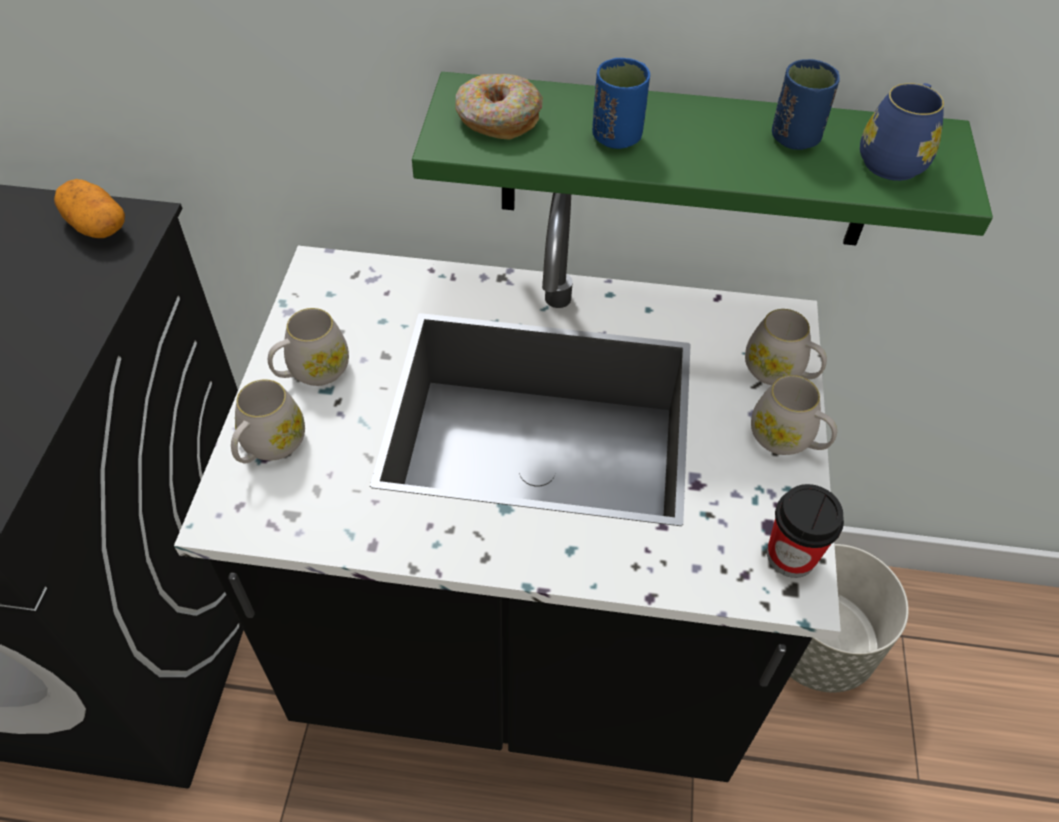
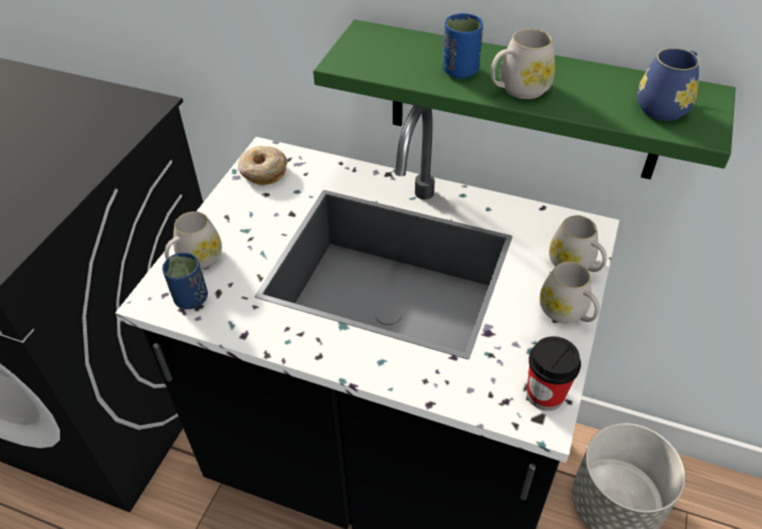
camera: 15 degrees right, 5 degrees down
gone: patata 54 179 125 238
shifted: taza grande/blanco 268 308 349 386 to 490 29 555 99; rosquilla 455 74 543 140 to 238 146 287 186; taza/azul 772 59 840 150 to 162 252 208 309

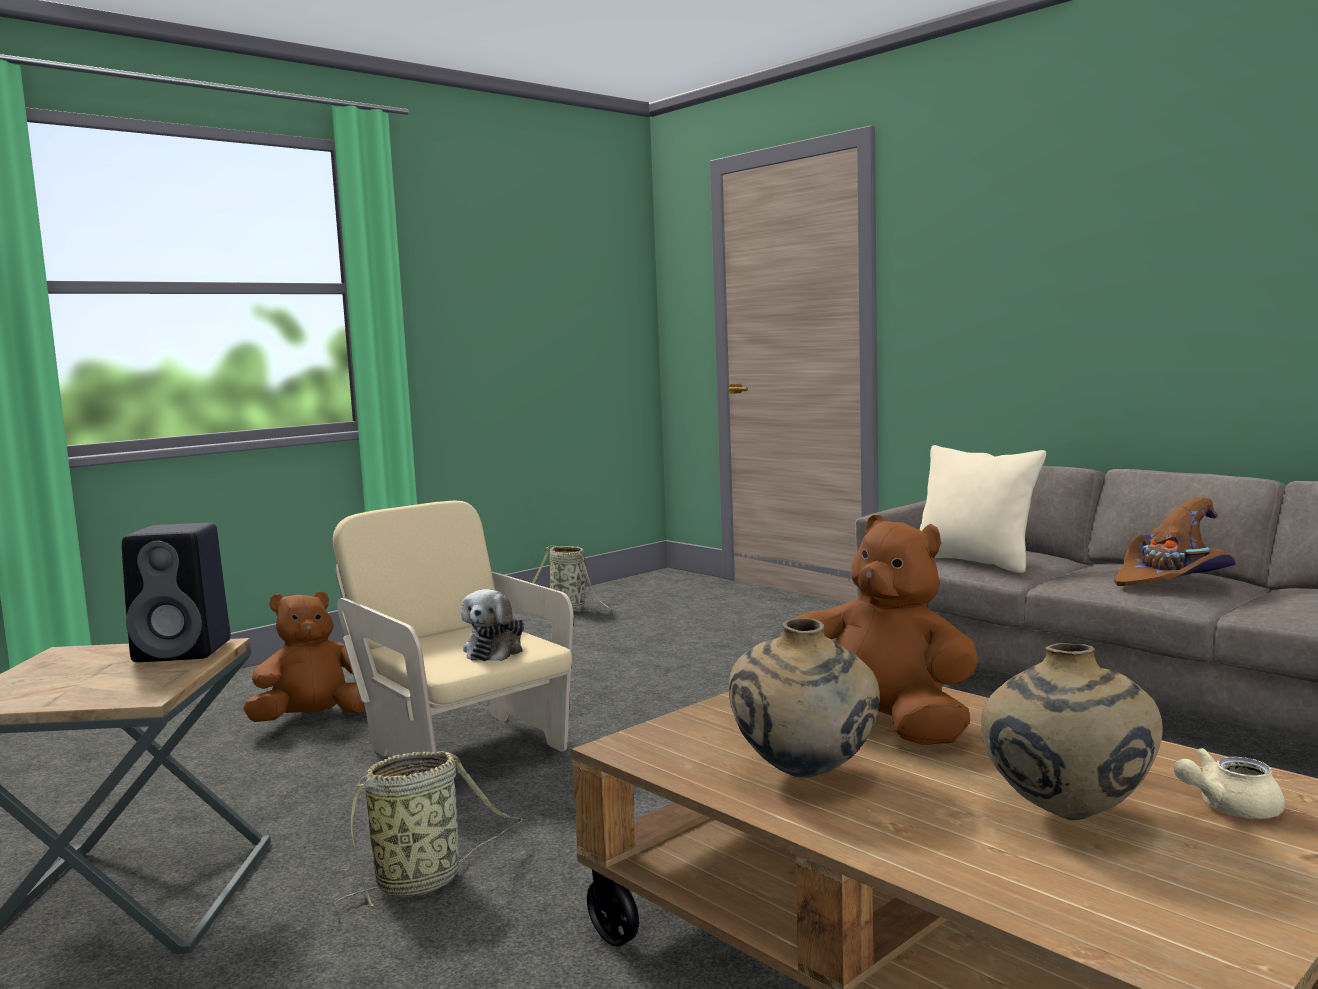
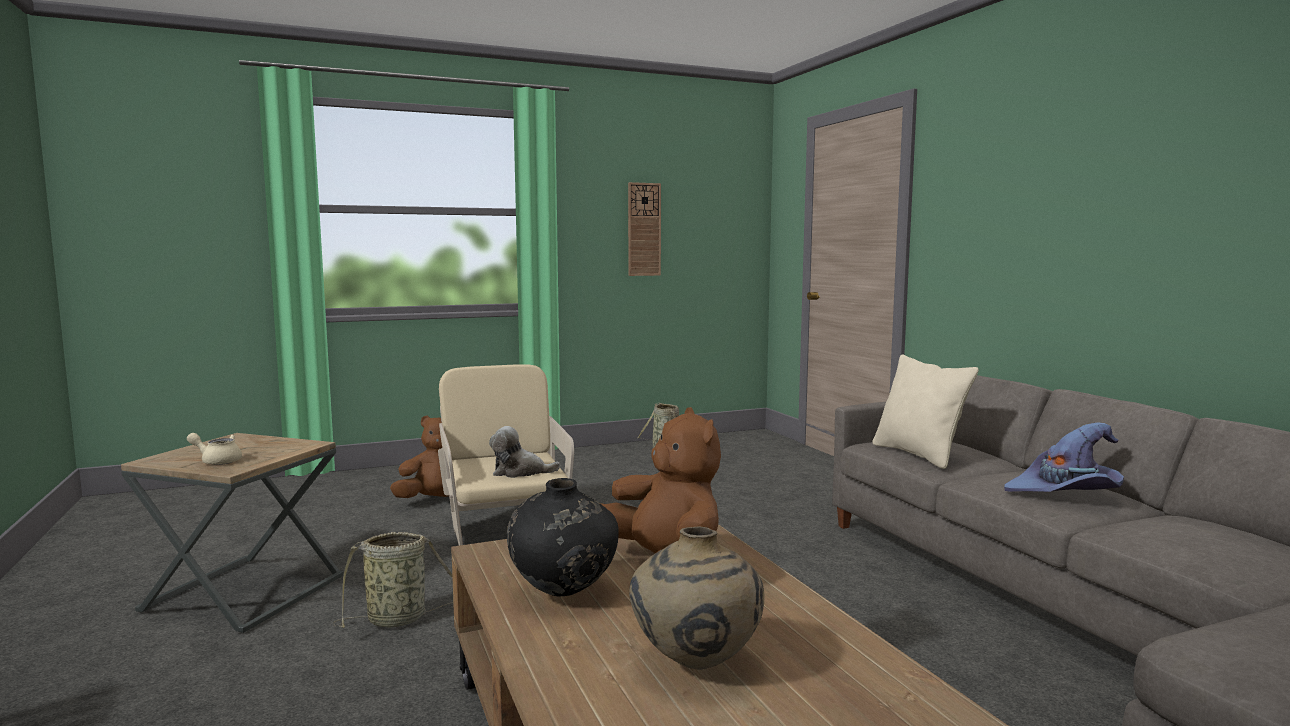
camera: 20 degrees right, 0 degrees up
gone: altavoz/negro 122 523 231 662
new: reloj de pared 628 182 661 276
shifted: tetera/beis 1174 748 1285 819 to 187 433 242 465
repainted: florero/beis 729 618 880 778 to florero/negro 507 478 619 597; sombrero/marrón 1114 497 1236 586 to sombrero/morado 1004 422 1124 492
rotated: peluche 461 589 524 661 = 489 426 560 478 60 degrees clockwise

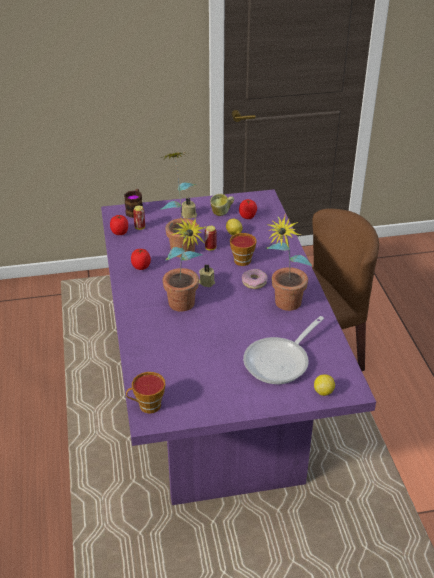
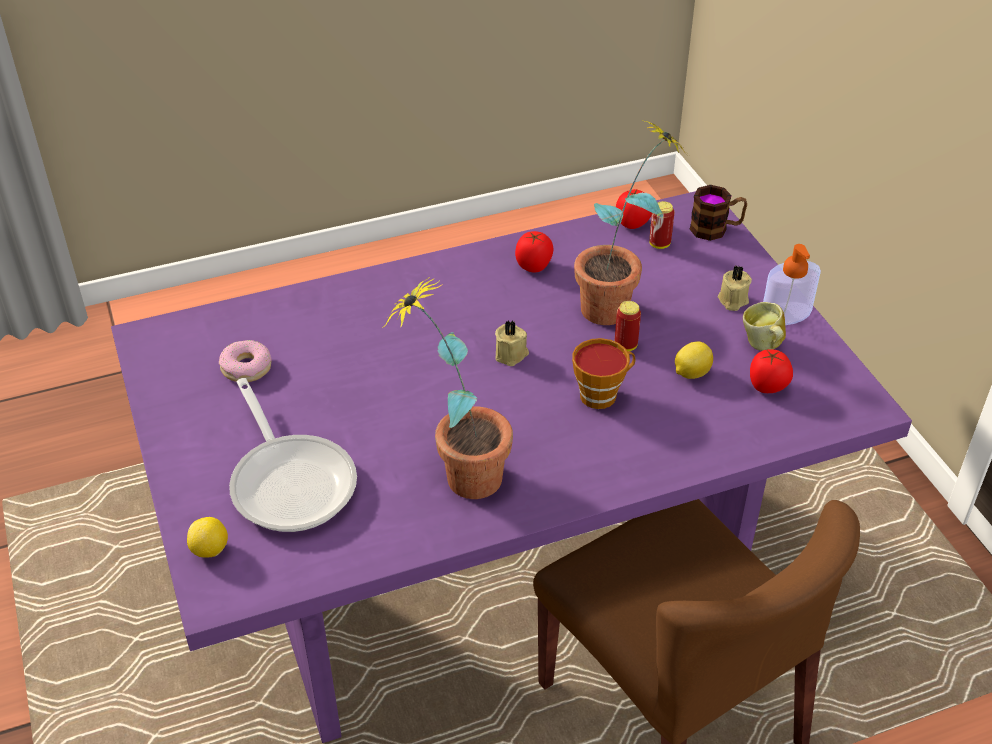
camera: 80 degrees right, 5 degrees up
gone: taza 126 372 165 414; planta en maceta 163 217 207 312
new: dispensador de jabón 763 244 821 325
shifted: rosquilla 242 269 267 289 to 219 340 272 382
rotated: sartén 243 316 324 384 = 229 378 357 532 150 degrees counterclockwise

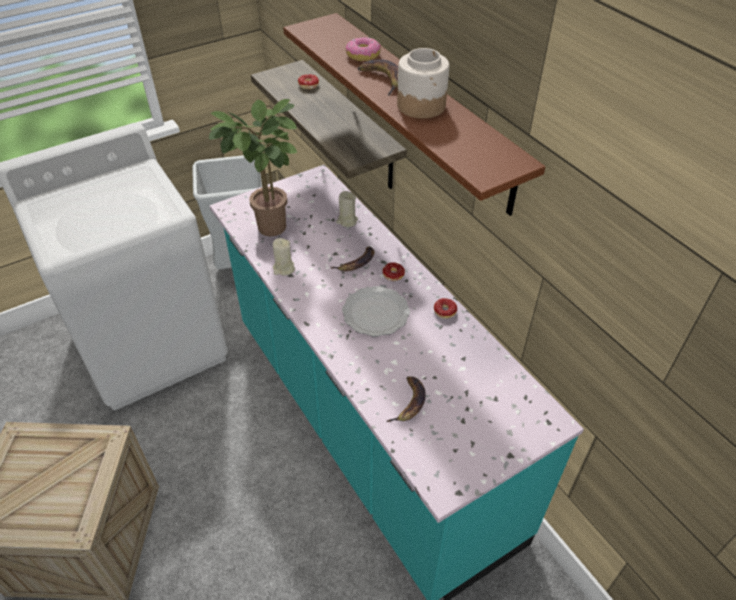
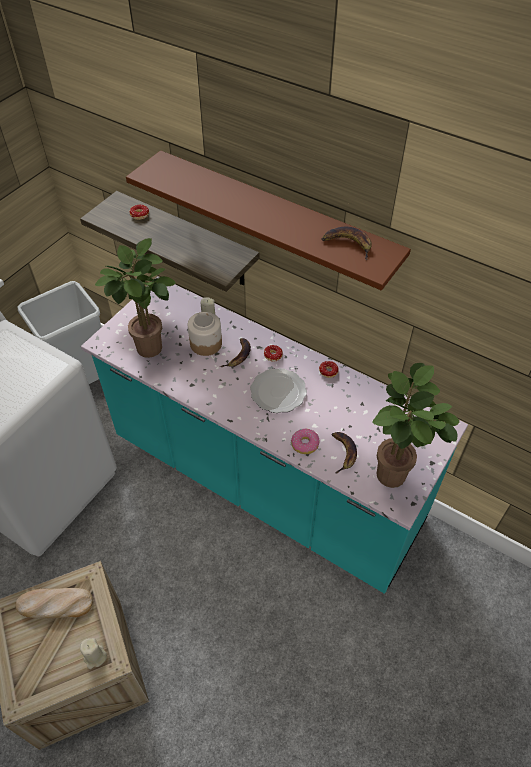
camera: 25 degrees left, 5 degrees up
new: pan 15 588 93 619; planta en maceta 372 363 460 488
shifted: vela/beis 273 238 295 276 to 80 638 107 669; rosquilla 346 37 381 61 to 291 429 319 454; plátano 358 59 398 96 to 322 226 372 260; tarro 397 48 449 119 to 188 312 222 356

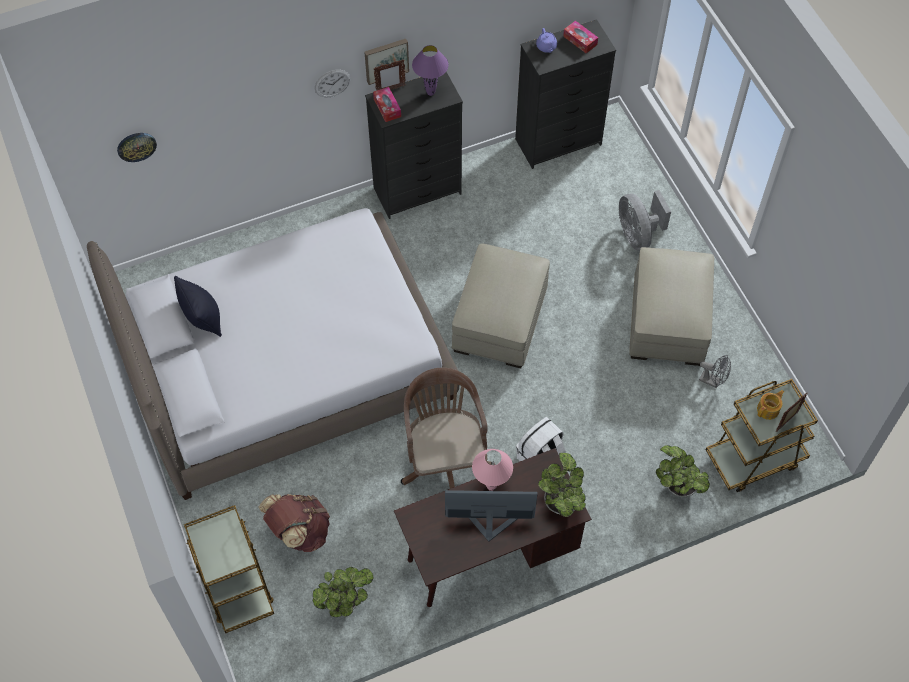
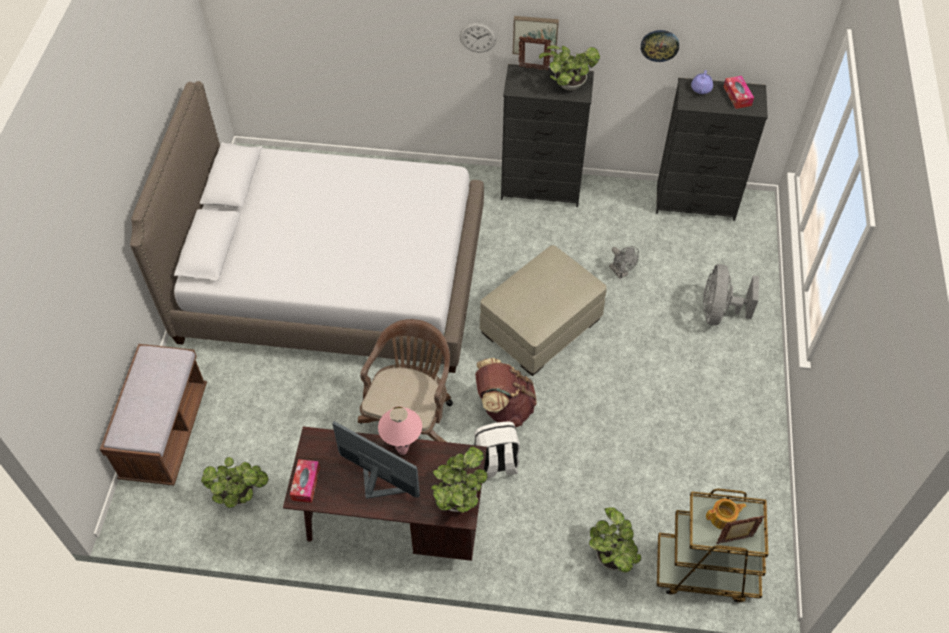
camera: 30 degrees right, 5 degrees down
gone: cojín/negro 174 276 222 337; puf/beis 629 247 714 366
shifted: reloj de pared 117 133 157 162 to 641 30 679 62; mochila/marrón 259 494 330 552 to 475 358 537 427; caja de pañuelos 373 87 401 122 to 290 459 320 503; ventilador/gris 699 355 731 388 to 609 246 639 279
swapped: carrito/marrón 184 505 274 633 to banco/marrón 100 344 207 486; lámpara de mesa/morado 412 45 449 96 to planta en maceta 539 45 600 91

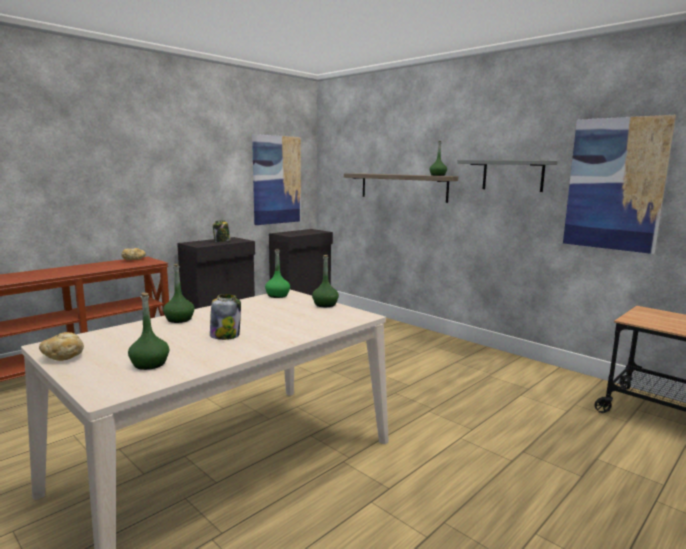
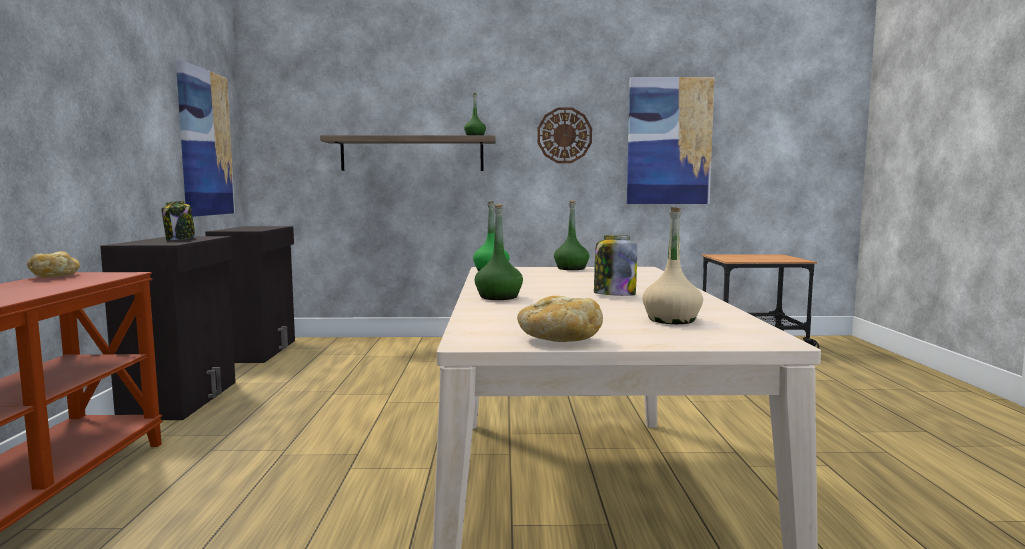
camera: 45 degrees left, 5 degrees down
swapped: estante/gris 457 160 557 192 to reloj de pared 537 107 592 163
repainted: botella/verde 128 293 169 370 to botella/beis 642 207 703 324

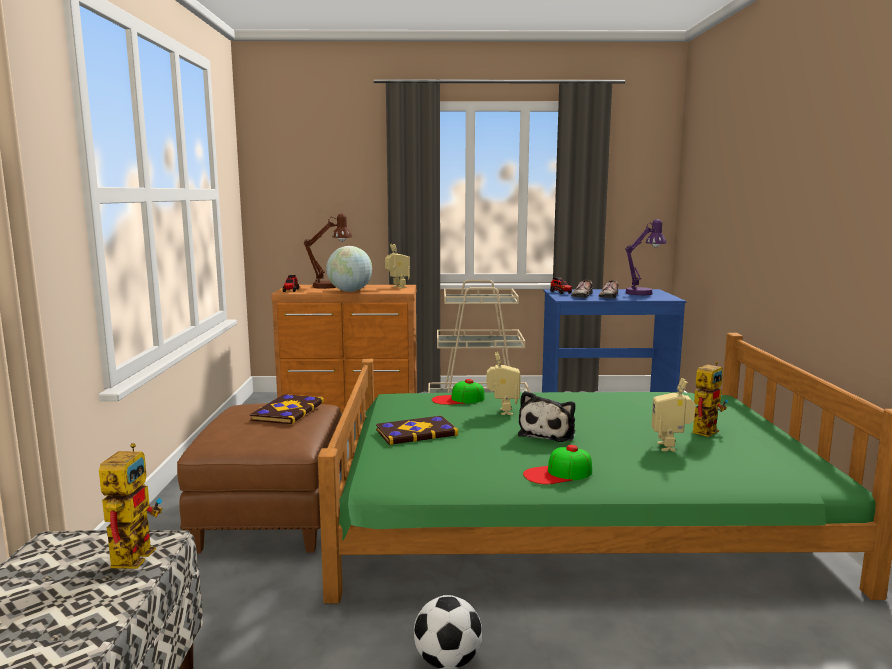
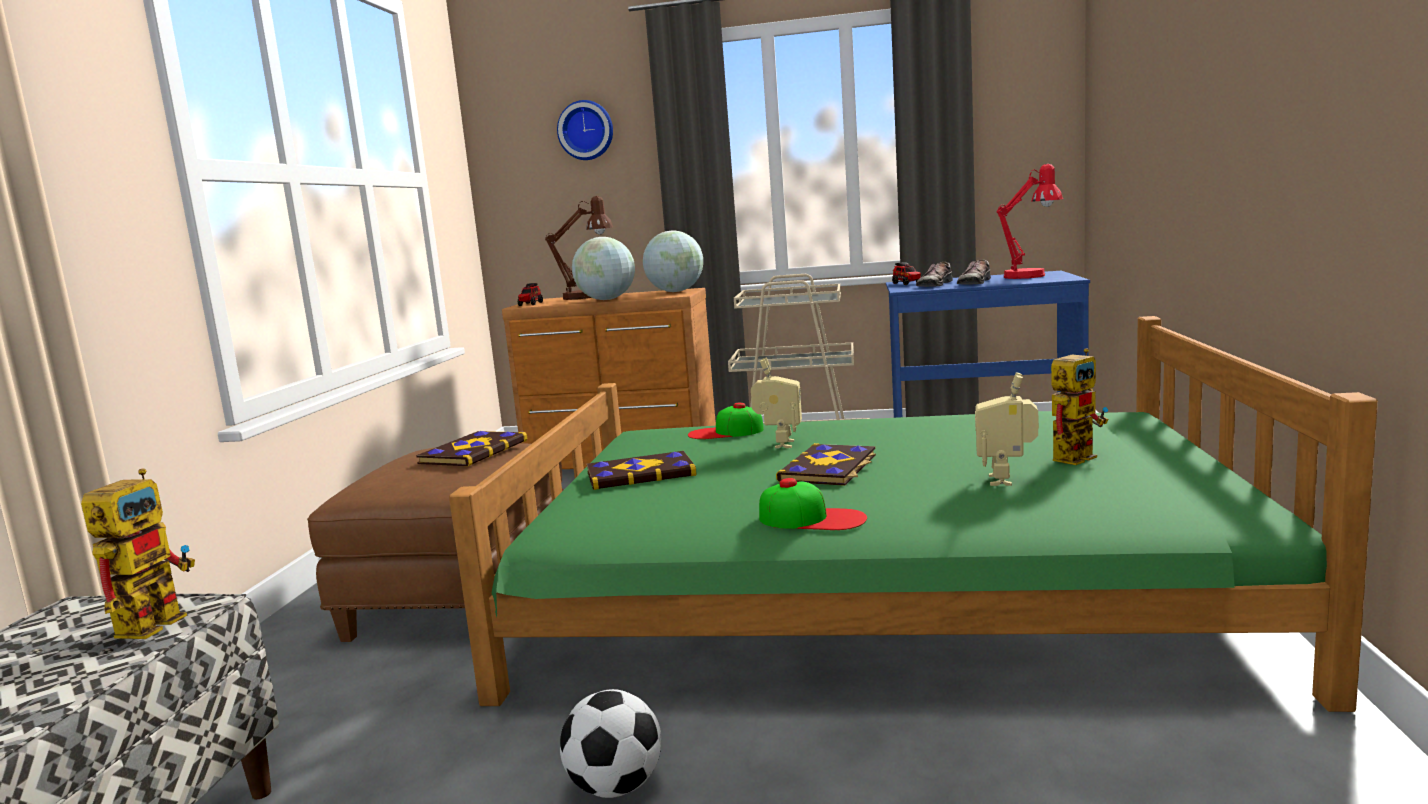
camera: 10 degrees right, 0 degrees up
new: reloj de pared 557 100 613 160
swapped: robot de juguete 385 244 410 288 to globo terráqueo 643 231 703 292; peluche 518 391 575 442 to libro 776 443 876 486
repainted: lámpara de mesa/morado 625 219 666 295 to lámpara de mesa/rojo 996 164 1063 279
rotated: gorra 523 445 592 484 = 759 478 867 530 150 degrees counterclockwise

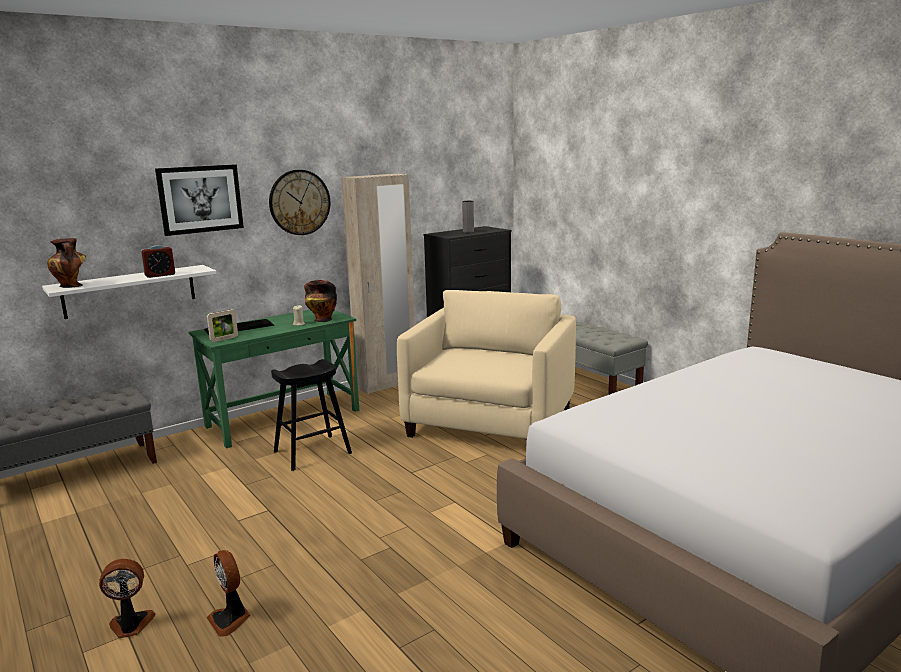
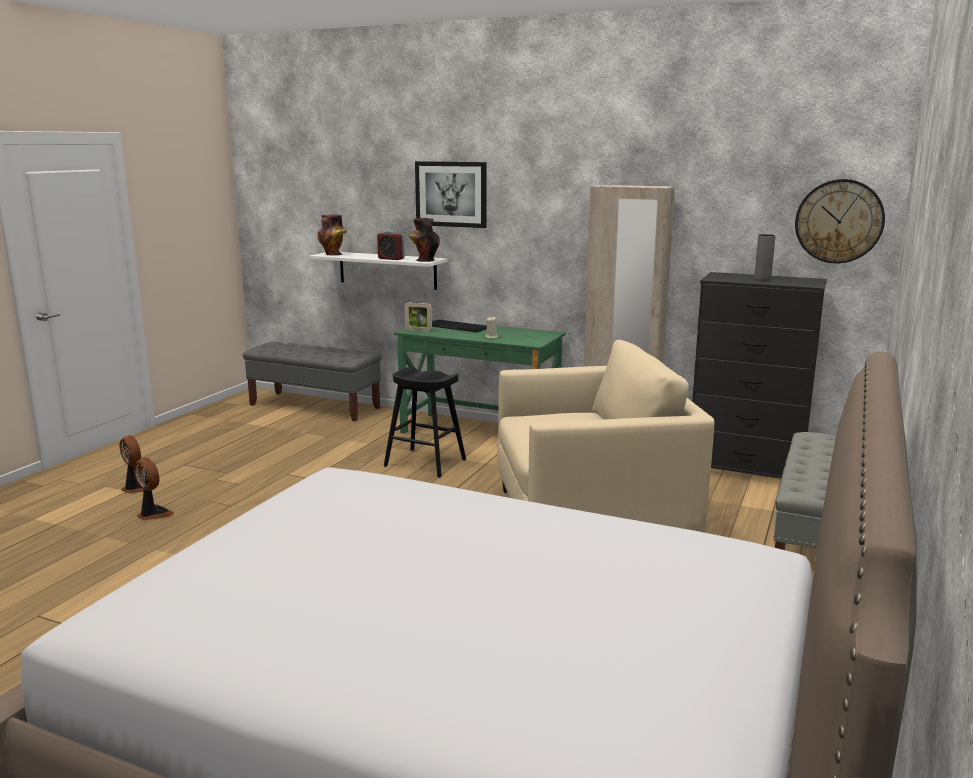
camera: 60 degrees right, 0 degrees up
shifted: reloj de pared 269 170 330 235 to 795 179 885 263; florero 304 280 337 322 to 409 218 440 262
rotated: ventilador 207 550 250 637 = 134 458 174 520 105 degrees clockwise

